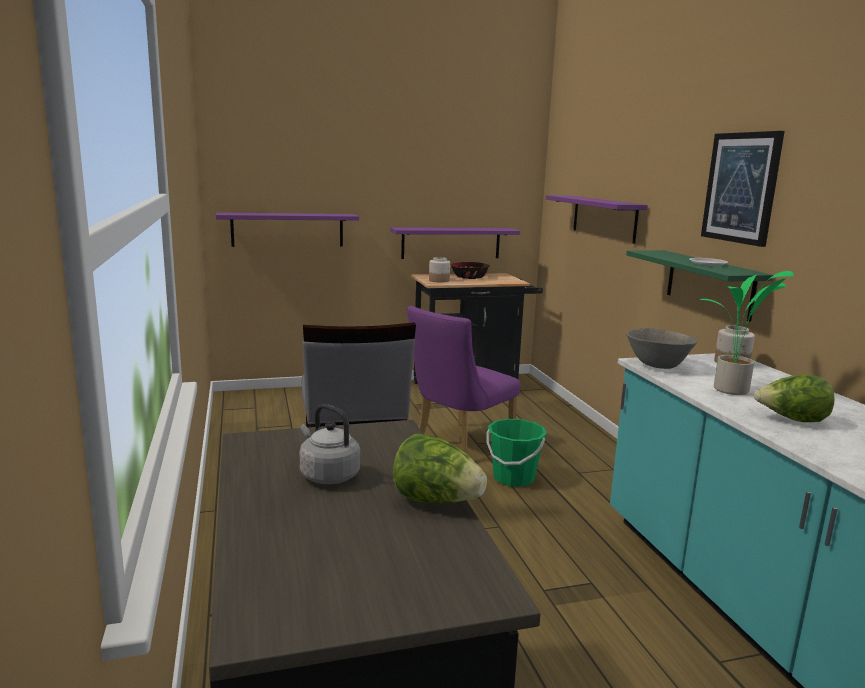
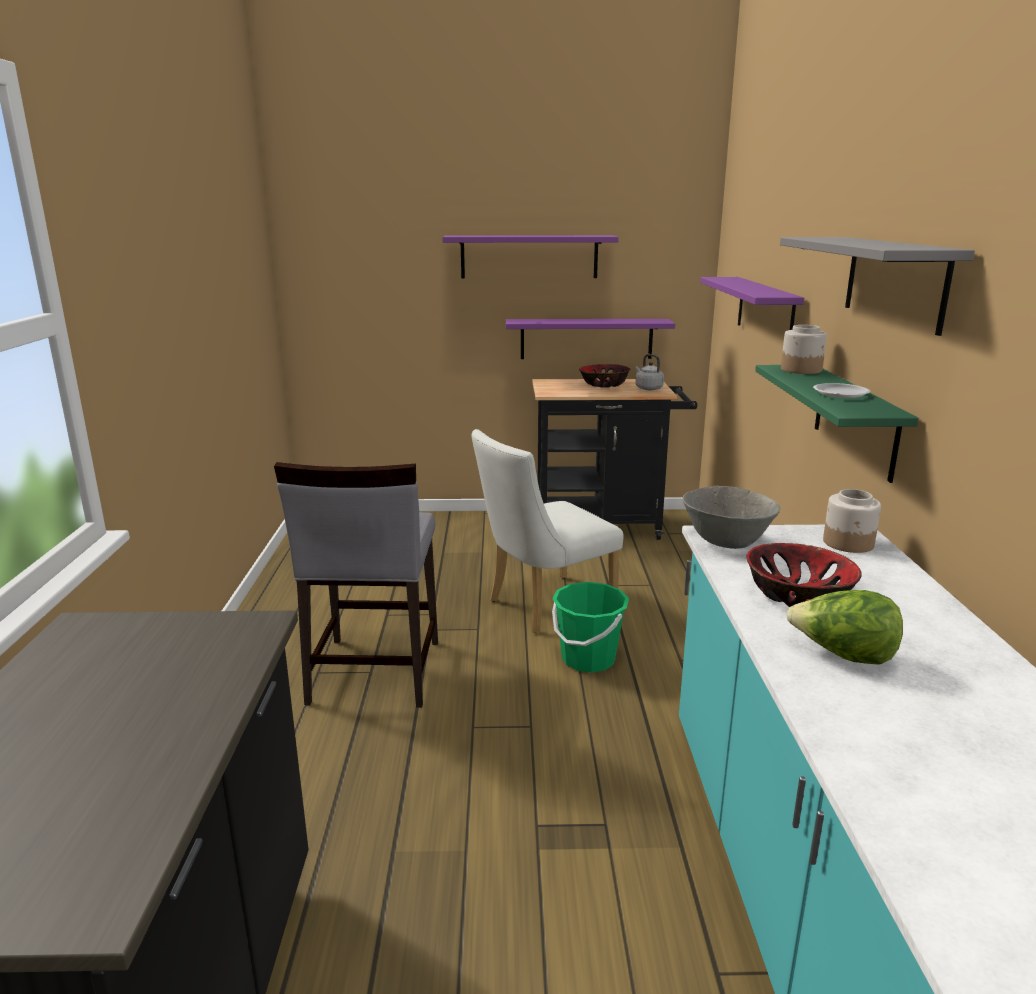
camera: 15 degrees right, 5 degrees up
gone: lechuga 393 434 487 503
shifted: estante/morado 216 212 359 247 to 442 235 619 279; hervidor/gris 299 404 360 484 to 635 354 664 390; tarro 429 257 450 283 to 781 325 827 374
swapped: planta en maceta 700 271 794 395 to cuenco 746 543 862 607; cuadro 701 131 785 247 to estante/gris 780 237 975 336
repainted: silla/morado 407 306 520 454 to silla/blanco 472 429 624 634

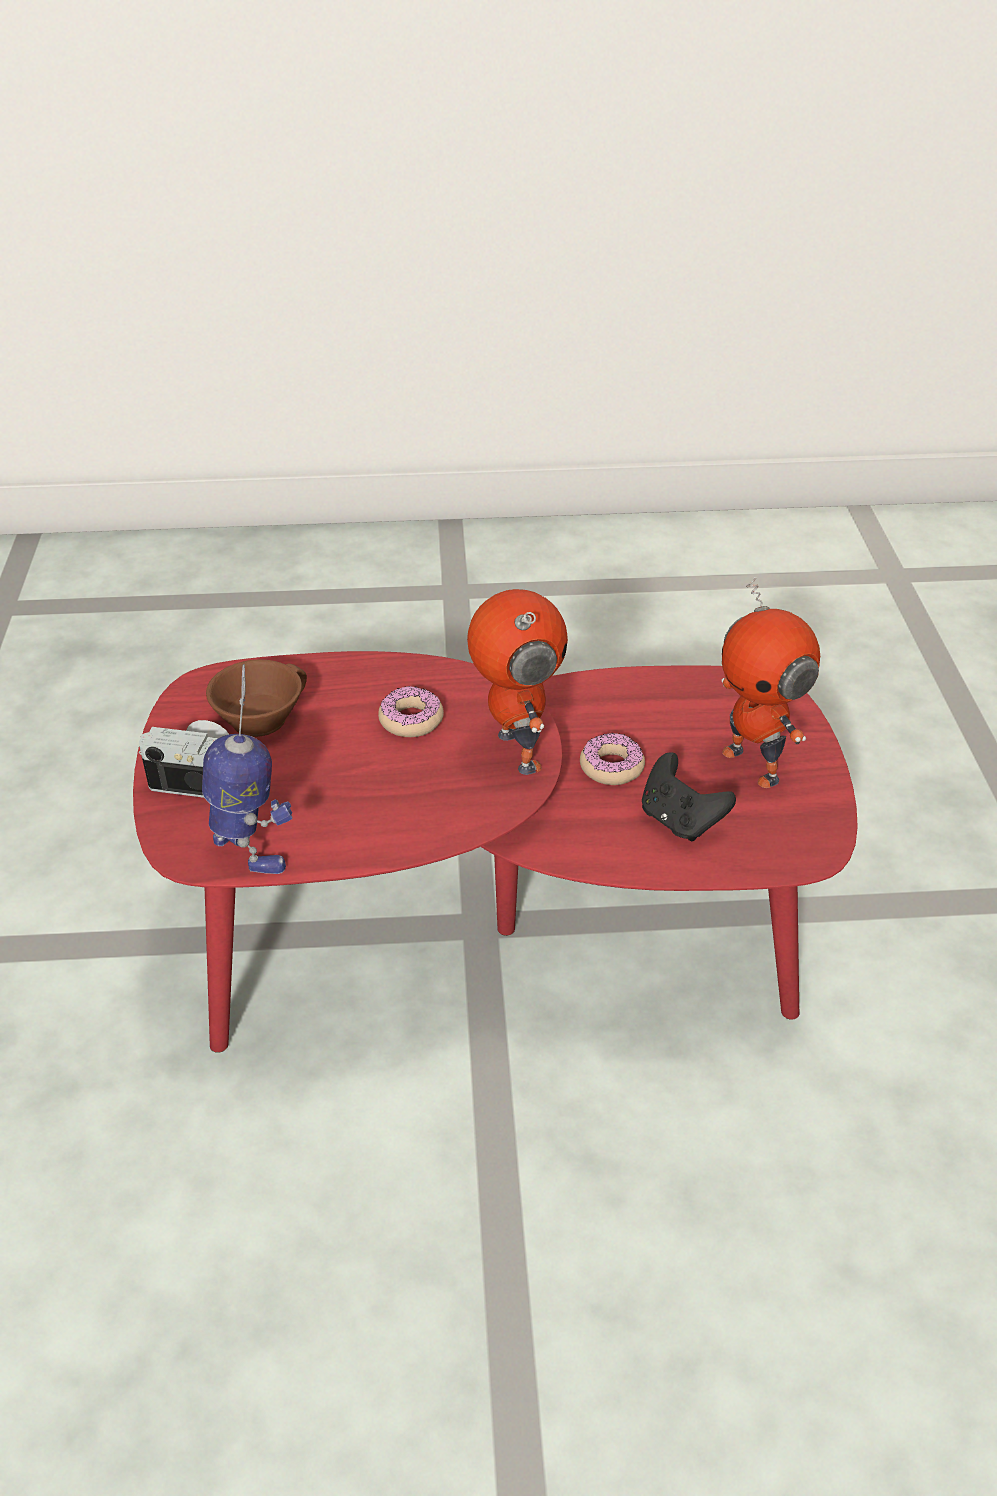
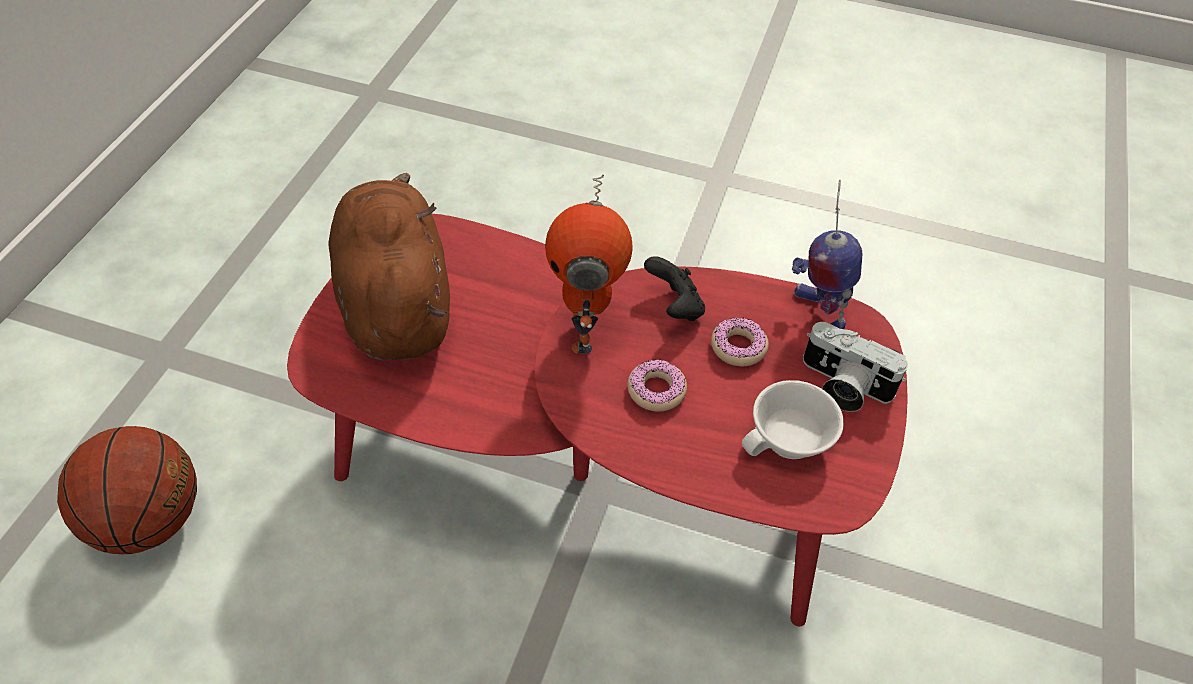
camera: 160 degrees left, 10 degrees up
new: balón de baloncesto 57 426 197 554
shifted: rosquilla 580 733 645 785 to 711 317 769 366; mando de consola/negro 642 752 736 842 to 644 256 705 321
swapped: robot de juguete 721 577 820 788 to peluche/marrón 329 173 450 361
repainted: taza/marrón 206 659 307 737 to taza/blanco 742 380 844 459

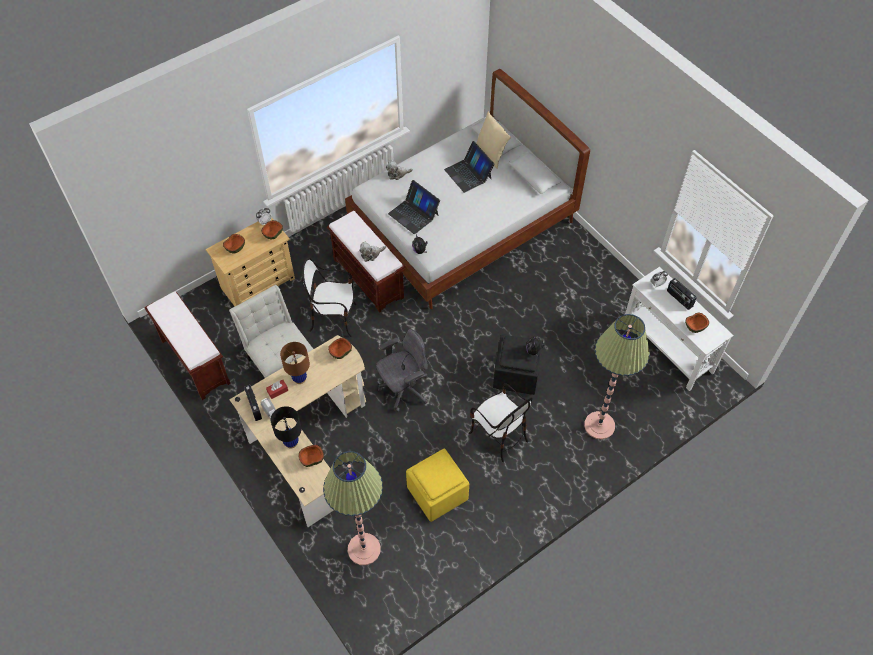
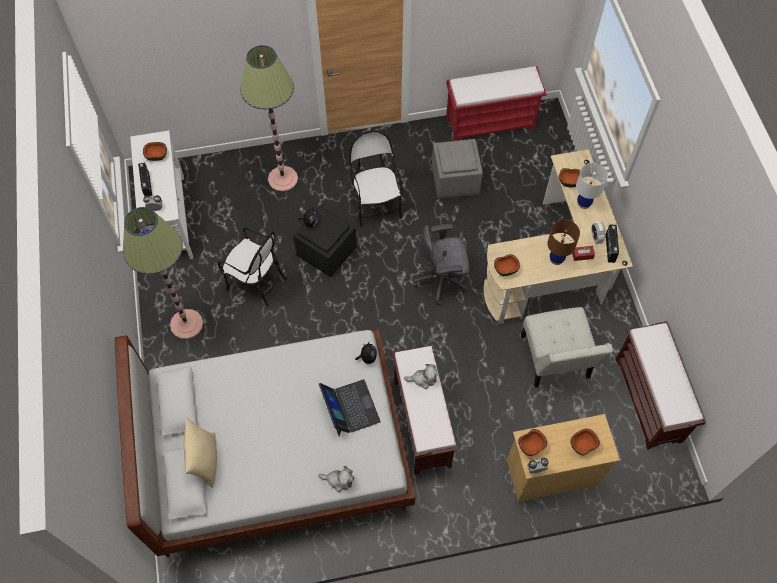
camera: 155 degrees left, 5 degrees up
gone: portátil 444 141 494 193
new: banco/rojo 446 66 546 141
shifted: silla 302 257 356 337 to 218 228 287 306; lámpara de pie 323 451 383 565 to 123 207 203 339
repainted: lámpara de mesa/negro 271 406 302 448 to lámpara de mesa/blanco 576 163 608 209; puf/amarillo 406 449 469 522 to puf/gris 432 139 483 199

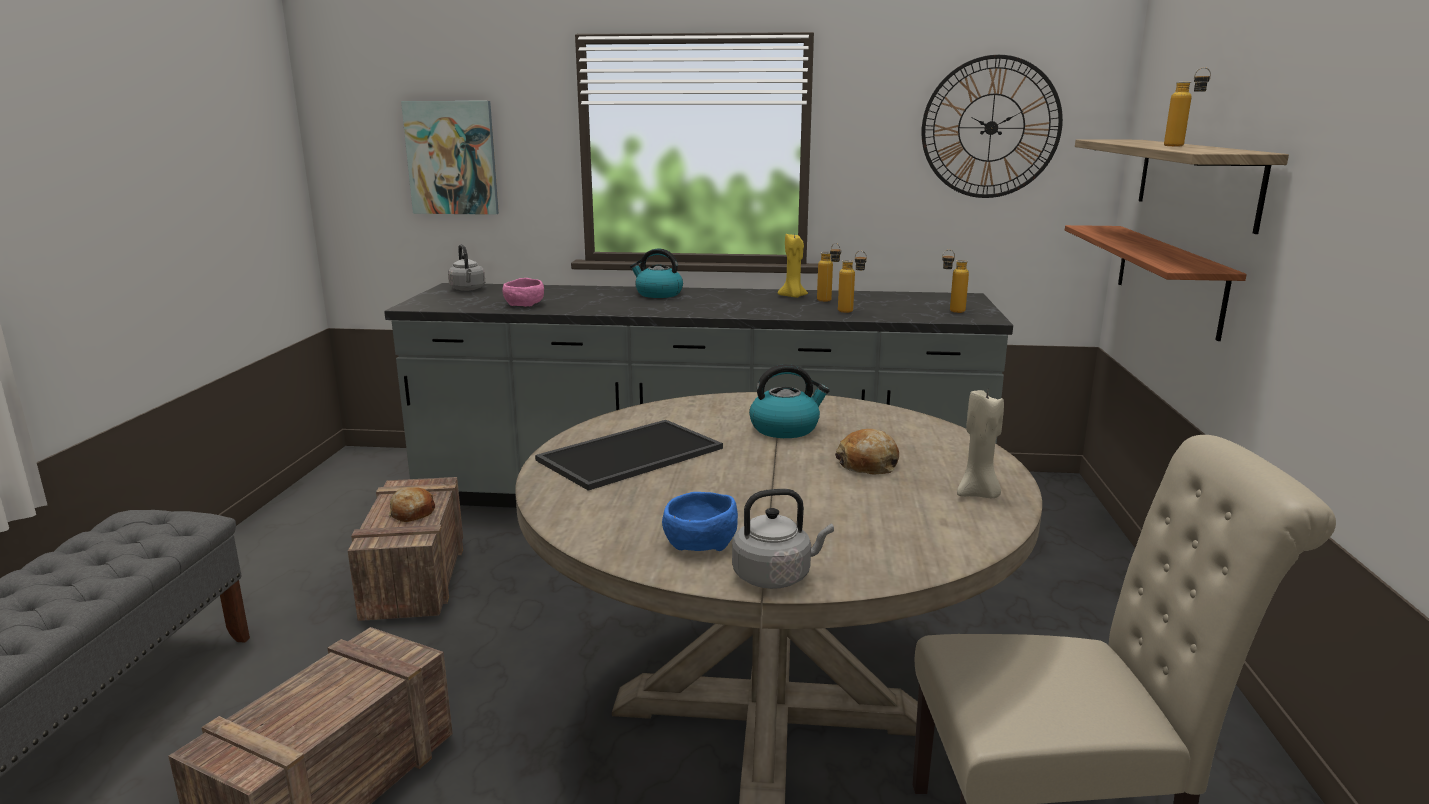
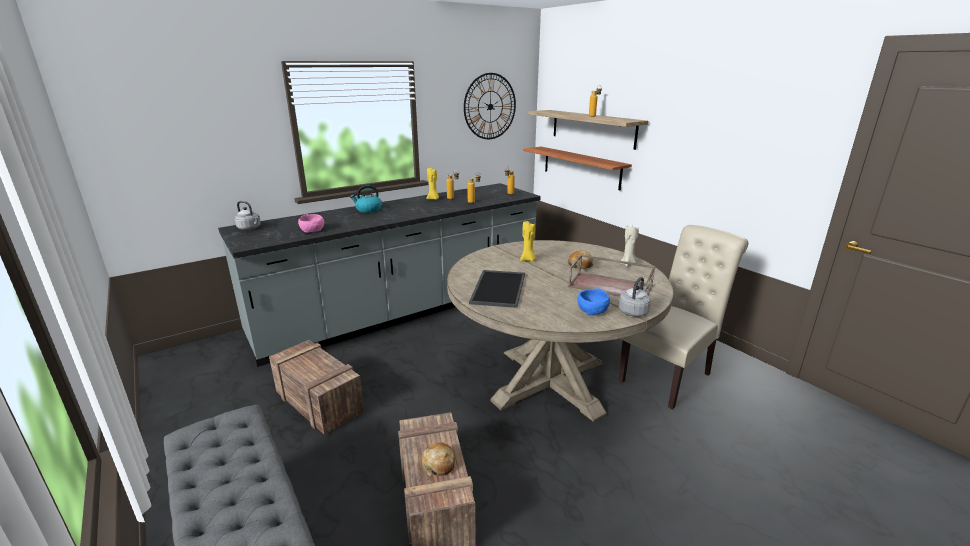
camera: 40 degrees left, 5 degrees up
gone: cuadro 401 101 499 215
new: bandeja/marrón 568 254 656 297
shifted: pan 389 487 435 522 to 421 442 455 476
swapped: hervidor 749 364 830 438 to vela/amarillo 520 221 536 261

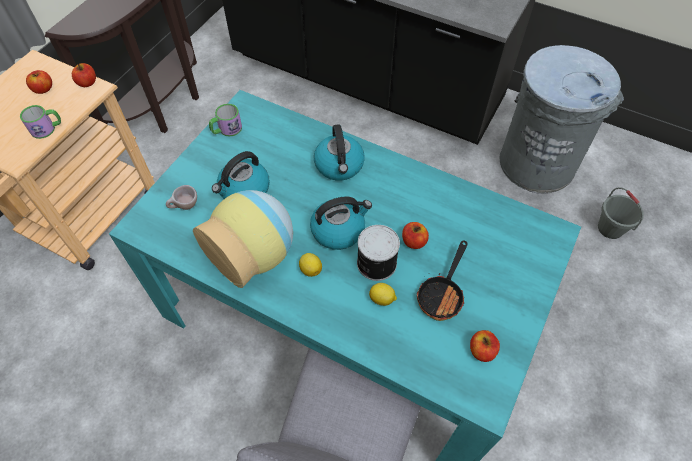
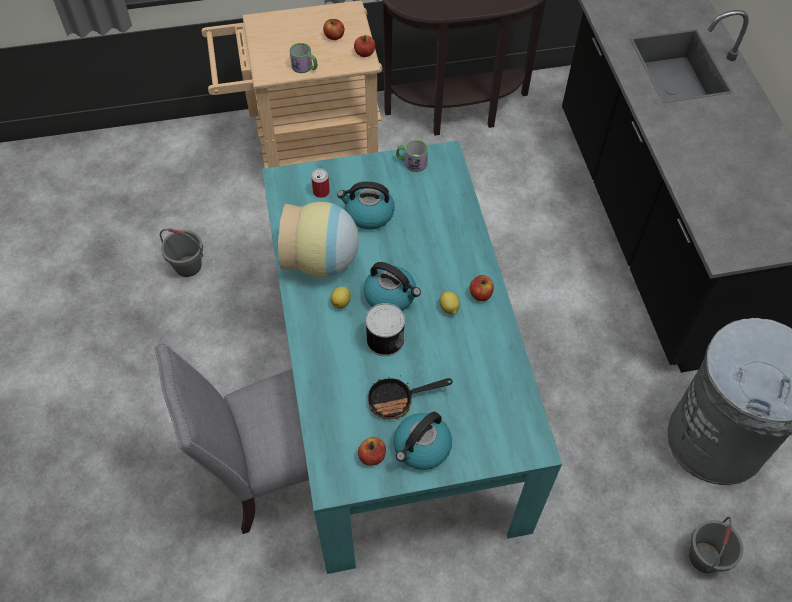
camera: 50 degrees right, 0 degrees up
new: cubo/gris 160 228 203 277
shifted: hervidor 314 124 365 181 to 394 412 452 470; limón 369 283 397 306 to 439 291 460 315; manzana 402 222 429 249 to 470 275 494 301
swapped: taza/beis 166 185 197 210 to lata 311 168 330 198

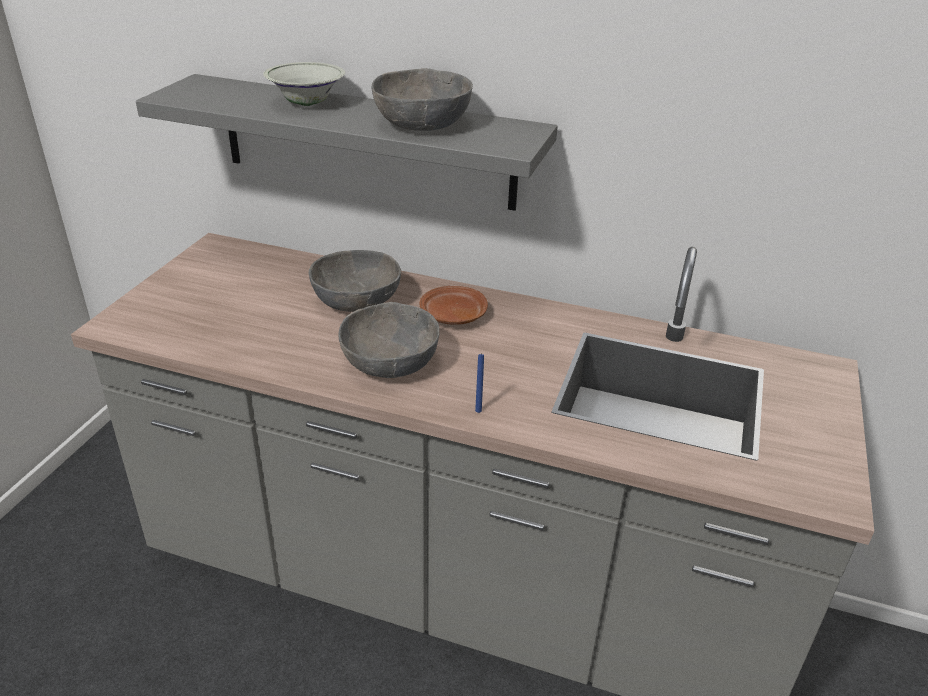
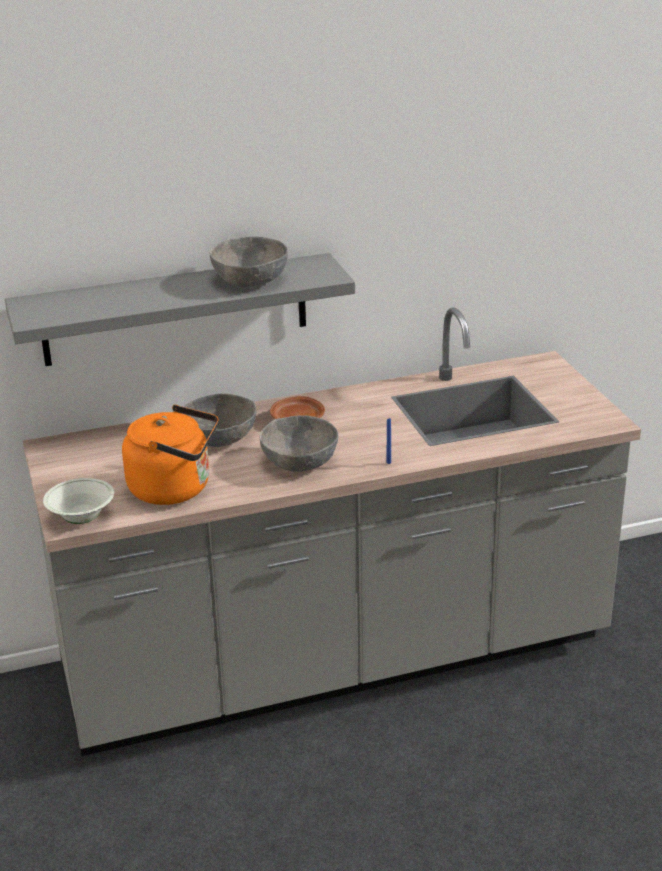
camera: 35 degrees left, 5 degrees down
new: hervidor/naranja 122 405 219 505
shifted: cuenco/blanco 263 62 345 106 to 43 478 114 524

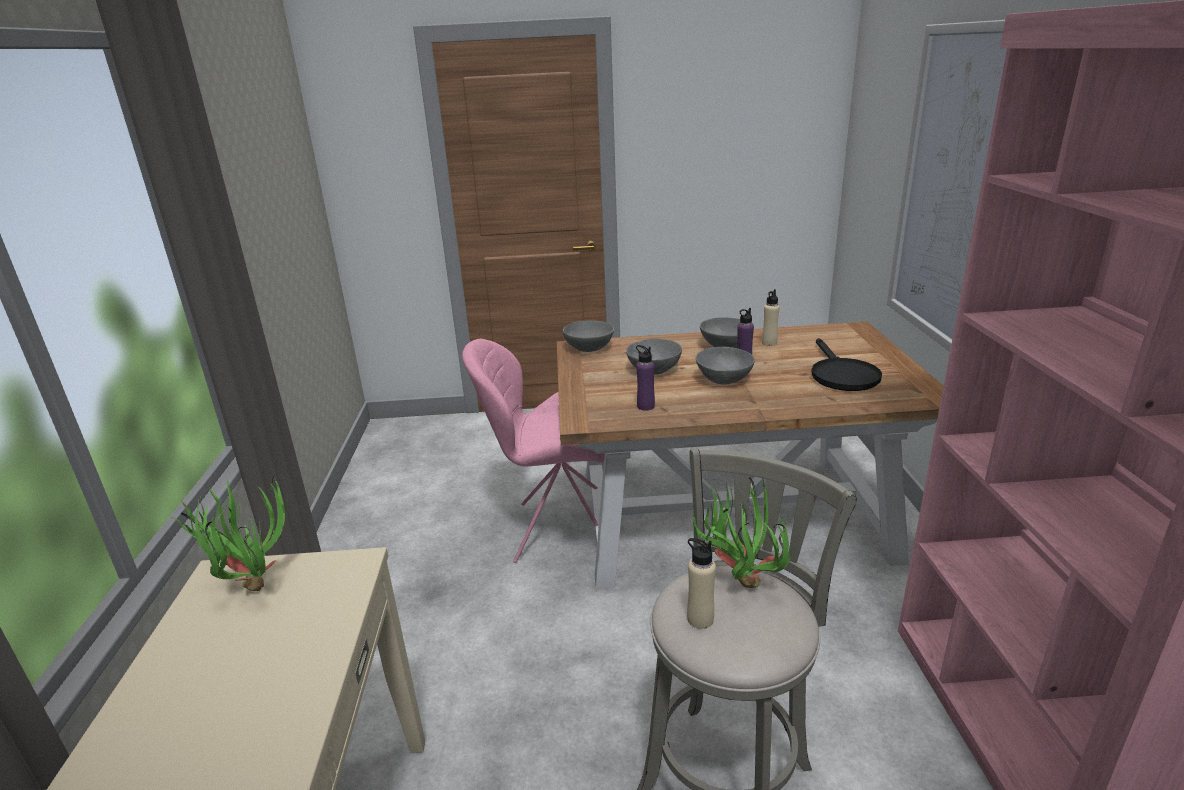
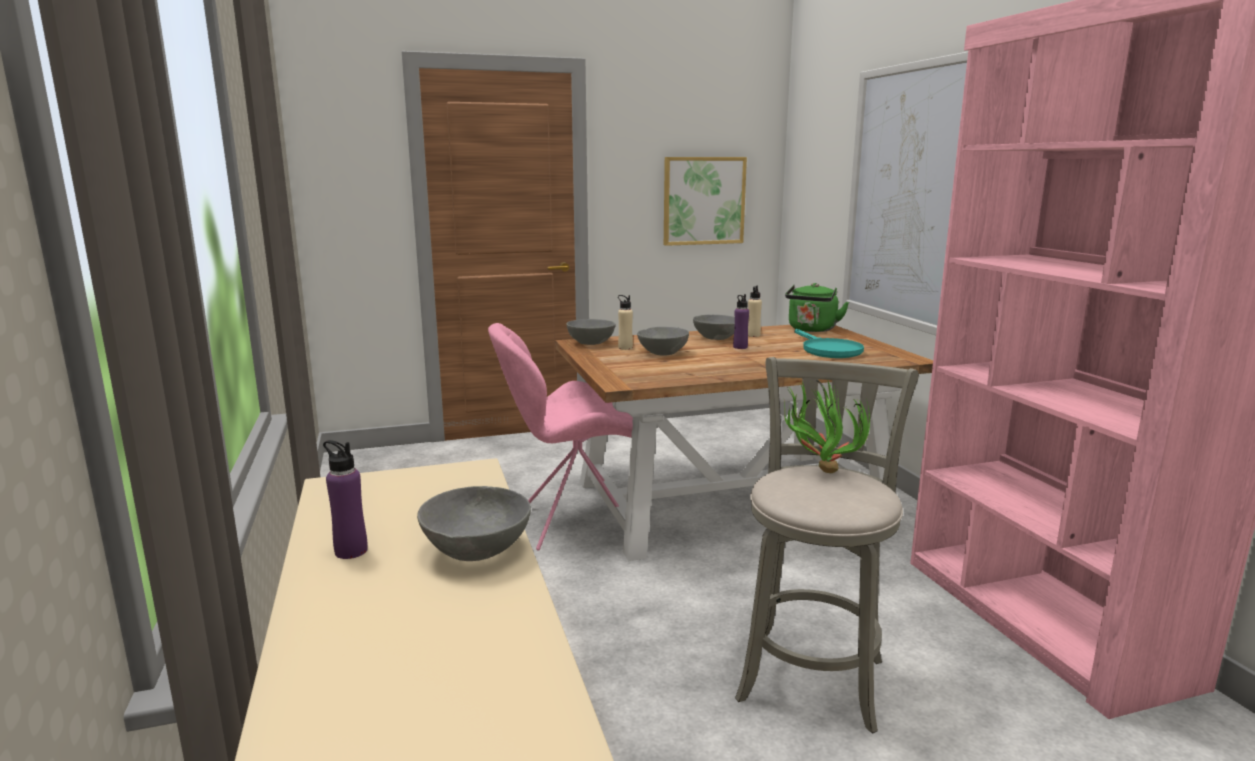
camera: 15 degrees left, 10 degrees down
gone: planta en maceta 170 475 288 591
new: cuadro 664 157 747 246; hervidor/verde 785 283 849 332
shifted: botella/morado 636 345 655 411 to 323 440 368 559; botella/beis 687 538 716 629 to 618 295 633 350; cuenco/gris 696 347 755 385 to 417 486 531 561
repainted: sartén/negro 811 338 882 391 to sartén/turquesa 794 329 864 358

